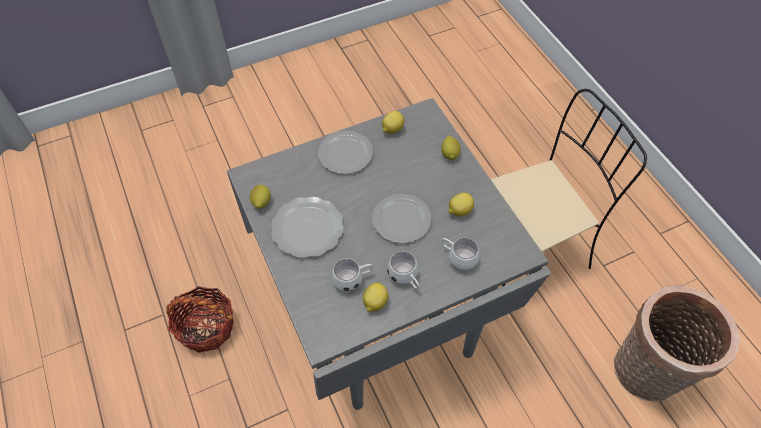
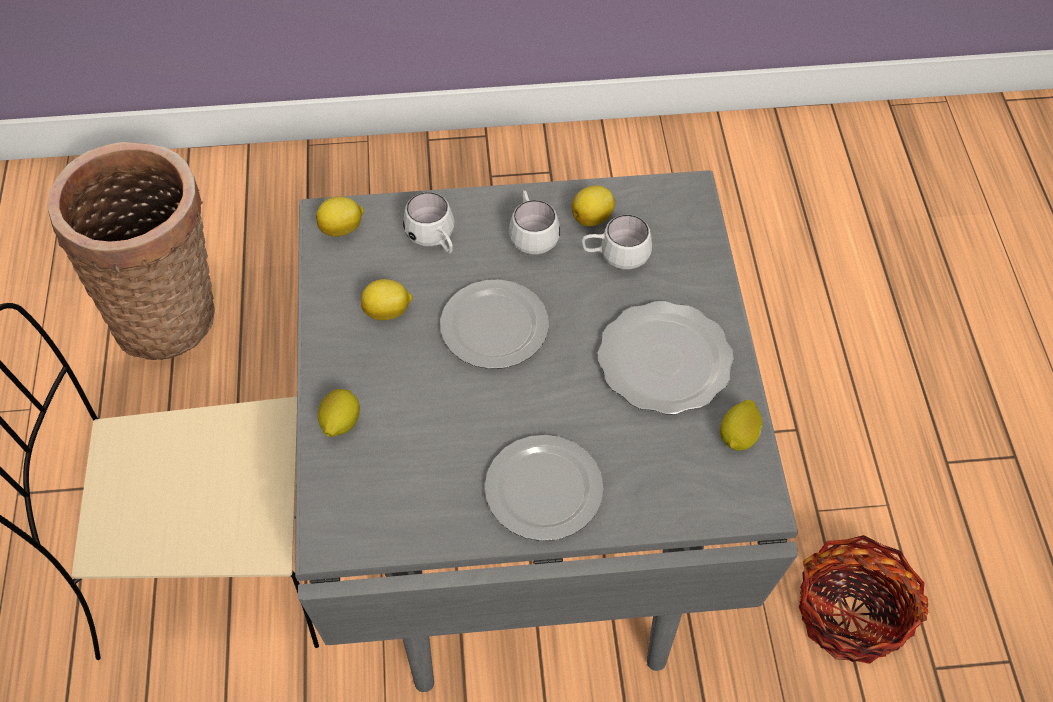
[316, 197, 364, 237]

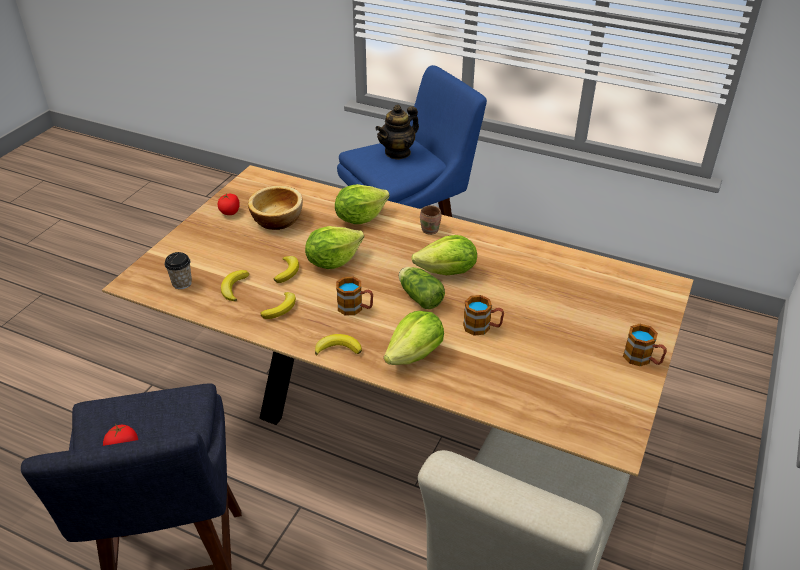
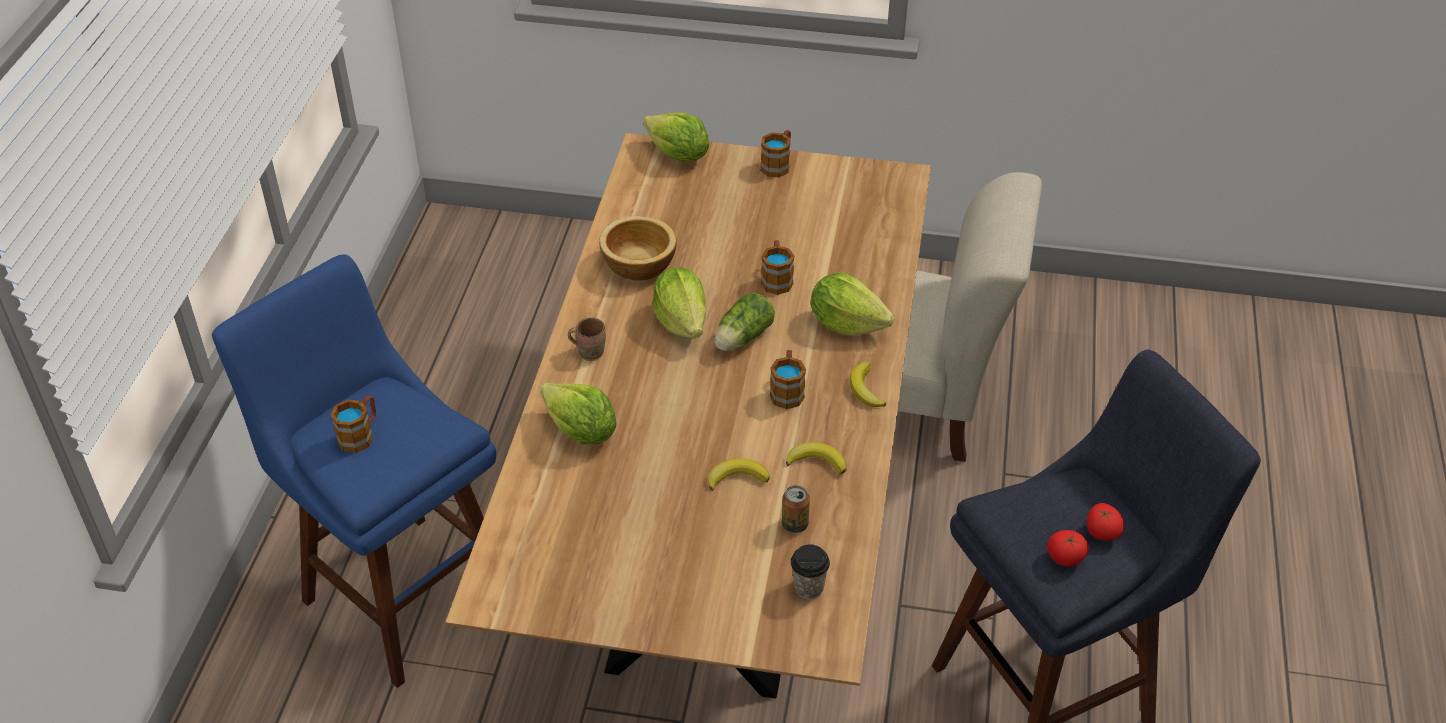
[330, 395, 376, 453]
[599, 216, 677, 281]
[1047, 530, 1089, 566]
[643, 113, 709, 162]
[782, 485, 810, 533]

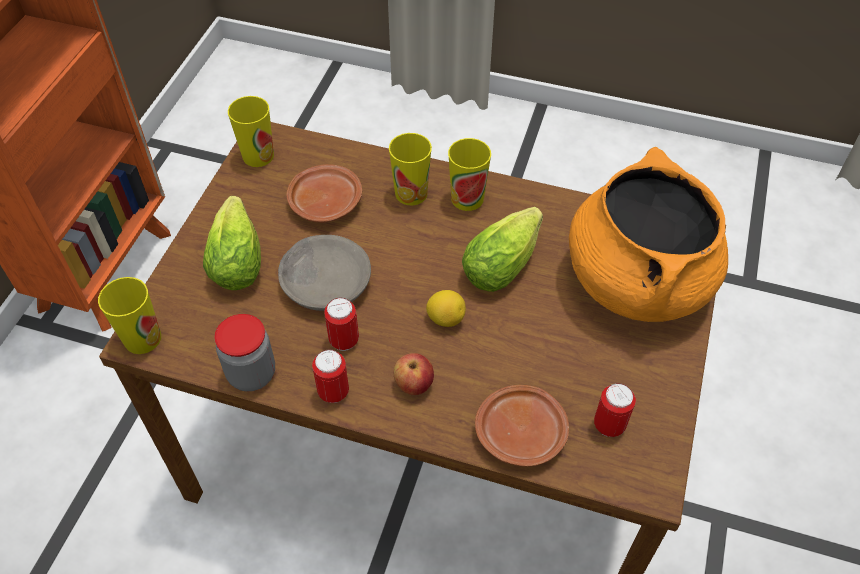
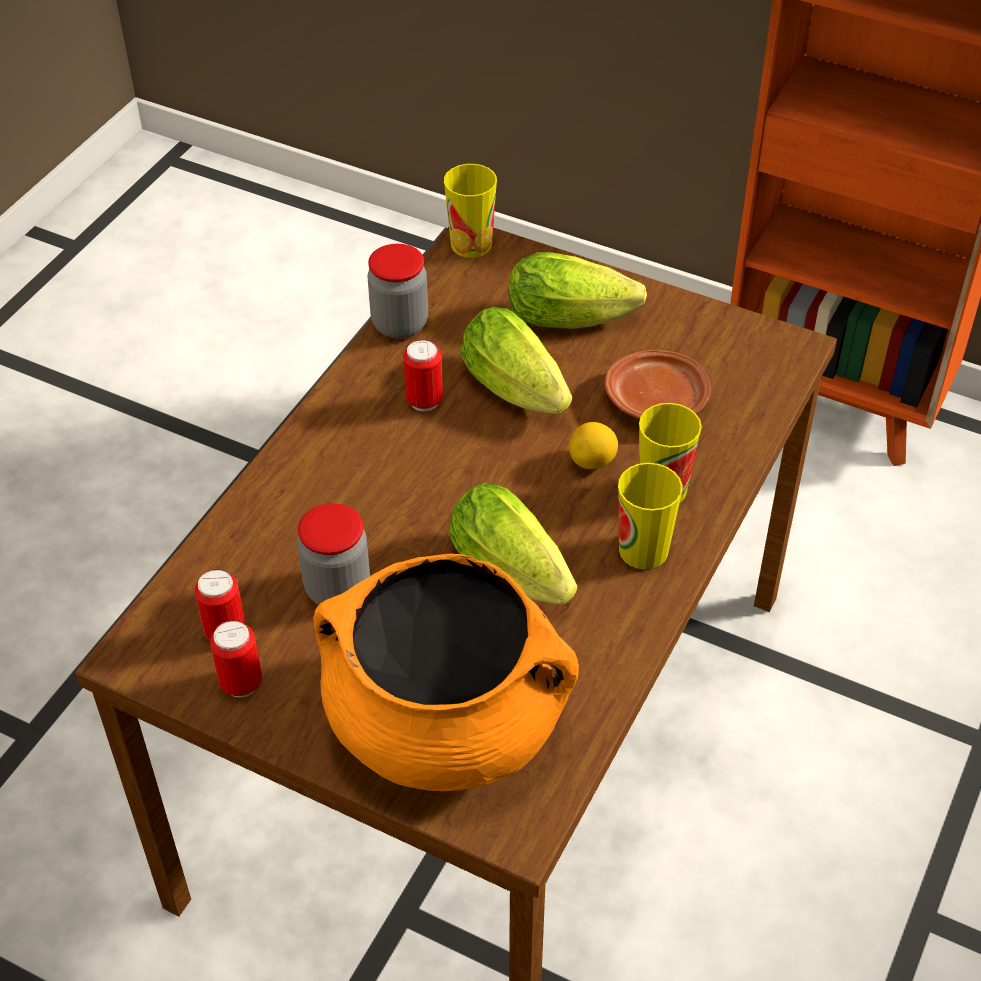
[228, 96, 274, 167] (first image)
[460, 307, 572, 414]
[569, 422, 618, 469]
[210, 620, 262, 698]
[394, 353, 434, 395] (first image)
[475, 385, 569, 467] (first image)
[297, 503, 370, 605]

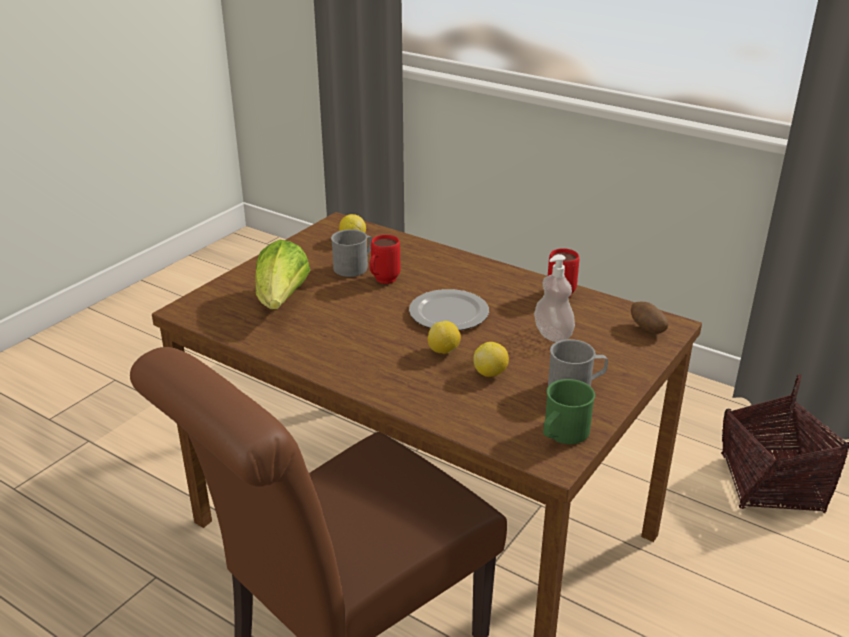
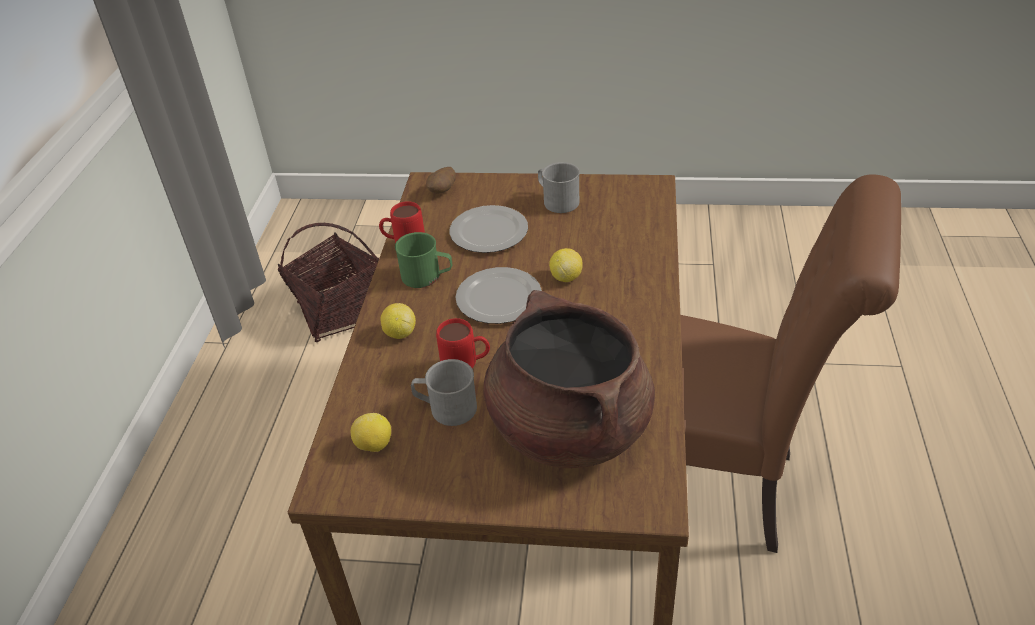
[484, 290, 655, 468]
[450, 205, 528, 253]
[380, 303, 416, 339]
[395, 232, 452, 288]

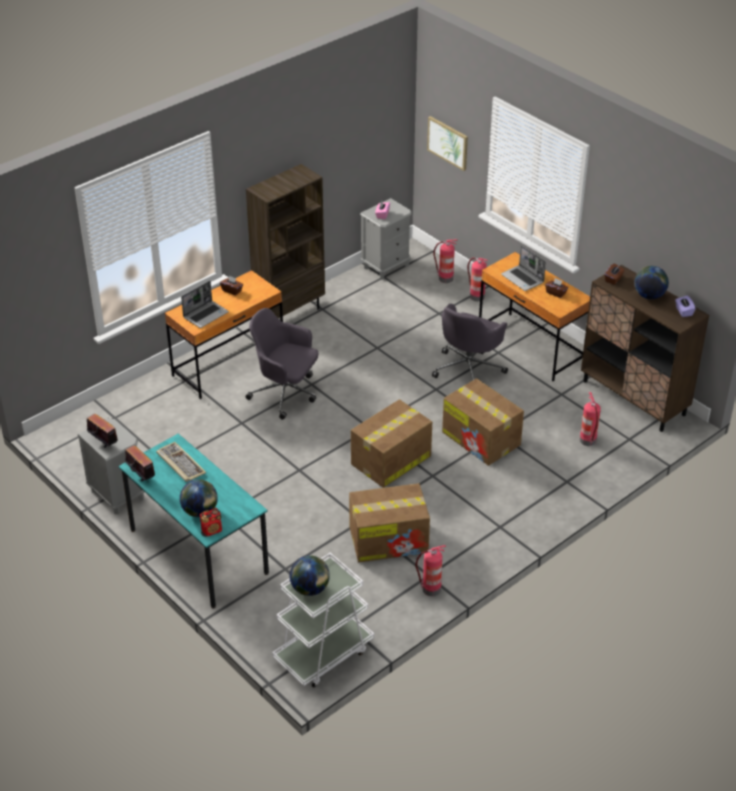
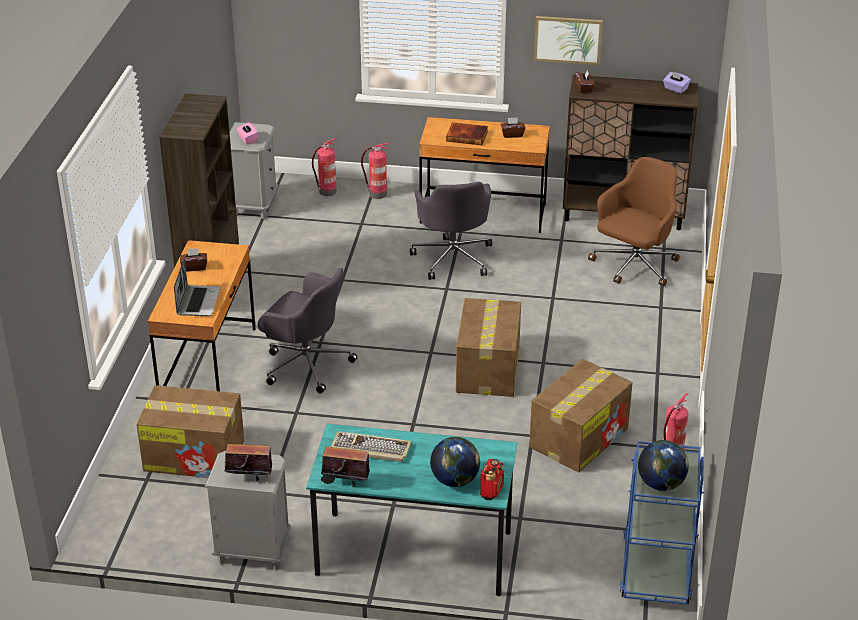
[534, 16, 603, 65]
[446, 122, 488, 145]
[634, 266, 669, 299] (first image)
[258, 268, 358, 394]
[136, 385, 244, 478]
[588, 157, 680, 286]
[620, 441, 704, 605]

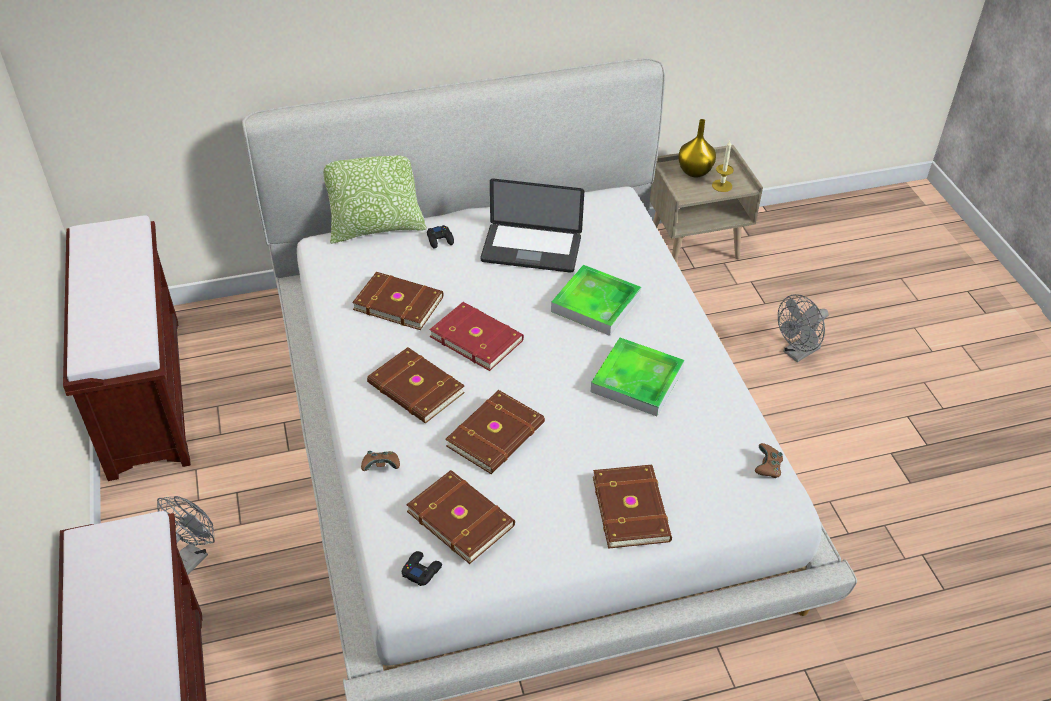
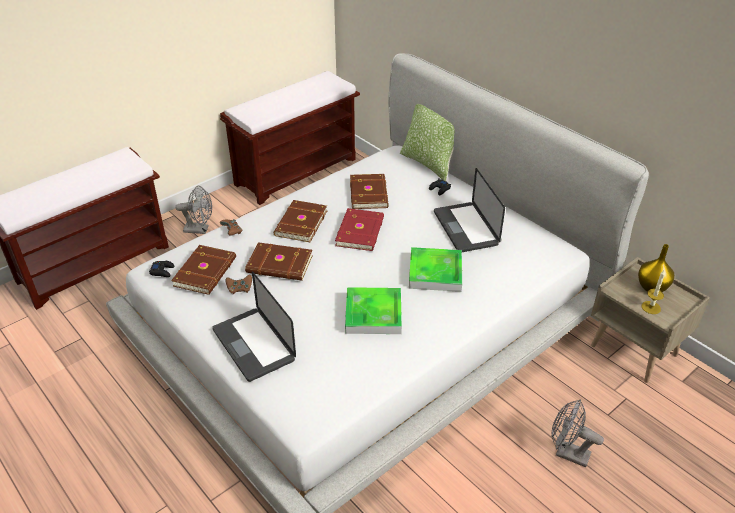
[225, 275, 252, 294]
[212, 272, 296, 382]

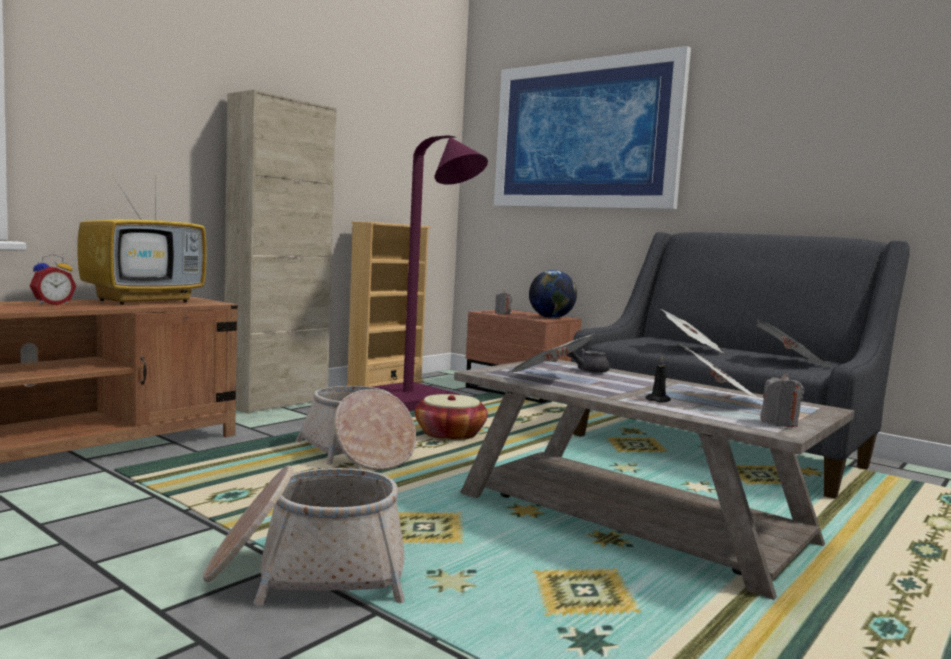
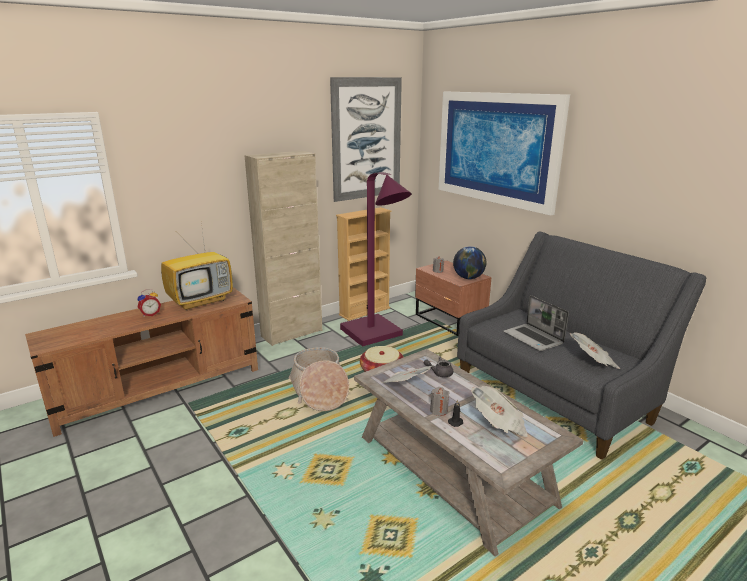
[503, 295, 569, 351]
[430, 387, 450, 416]
[203, 465, 405, 606] (first image)
[330, 77, 402, 202]

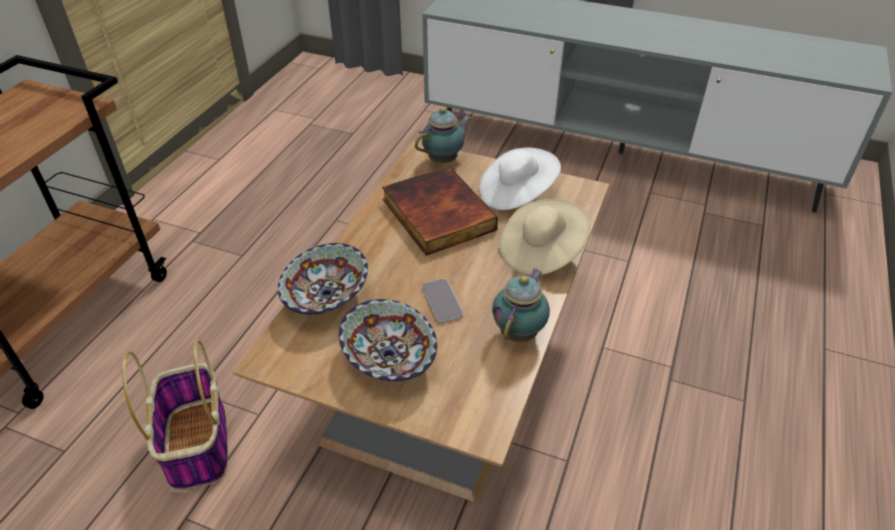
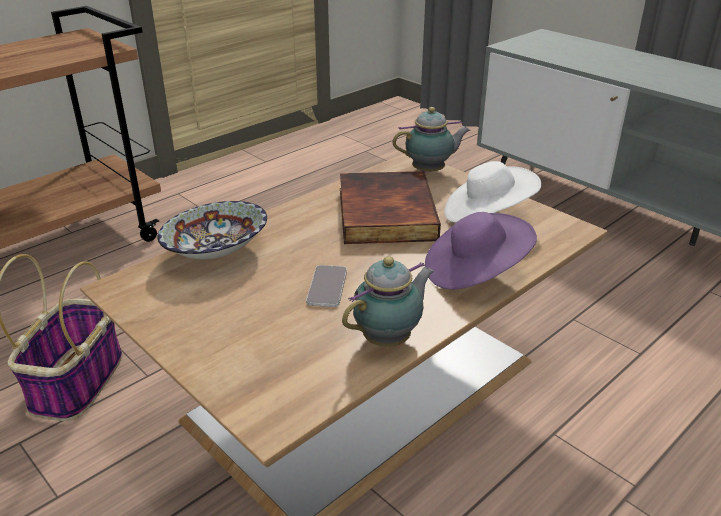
[425, 212, 537, 290]
[339, 299, 437, 381] (first image)

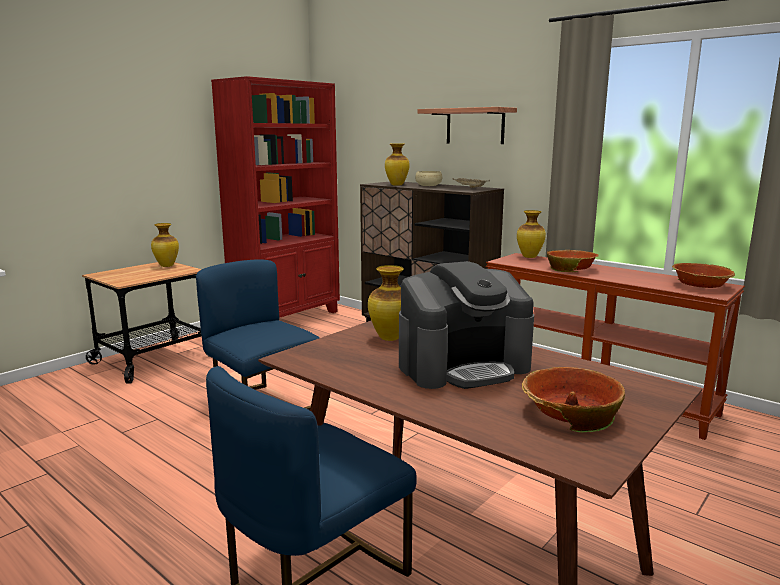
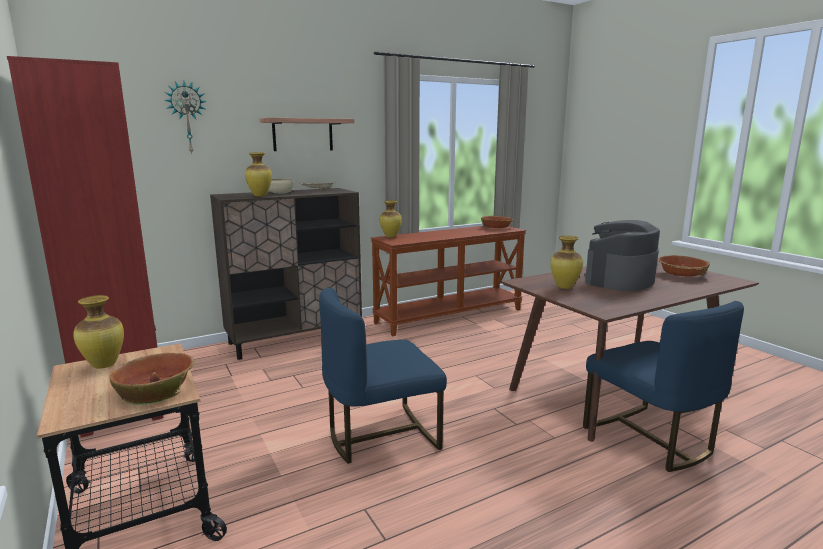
[109, 353, 195, 405]
[584, 220, 660, 291]
[164, 81, 207, 154]

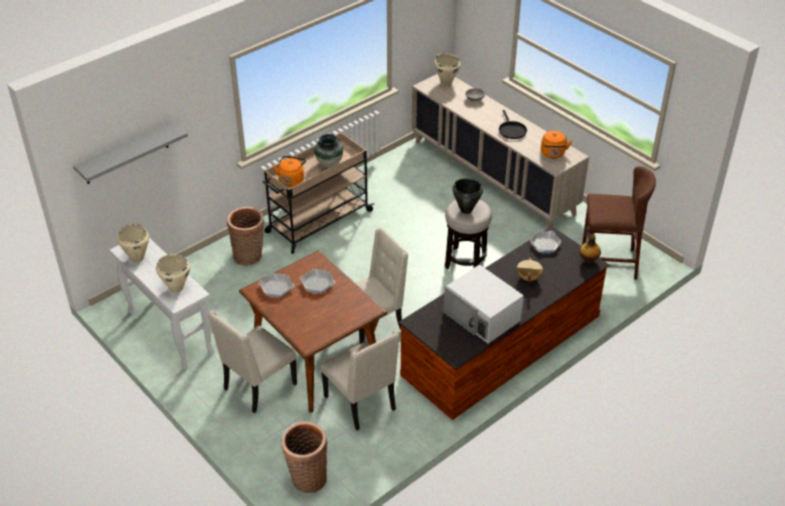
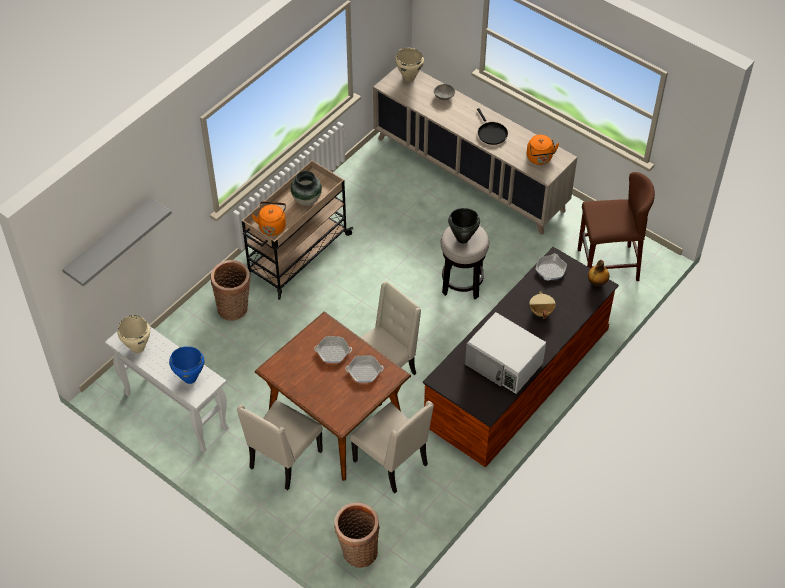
[169, 346, 204, 384]
[345, 356, 384, 383]

